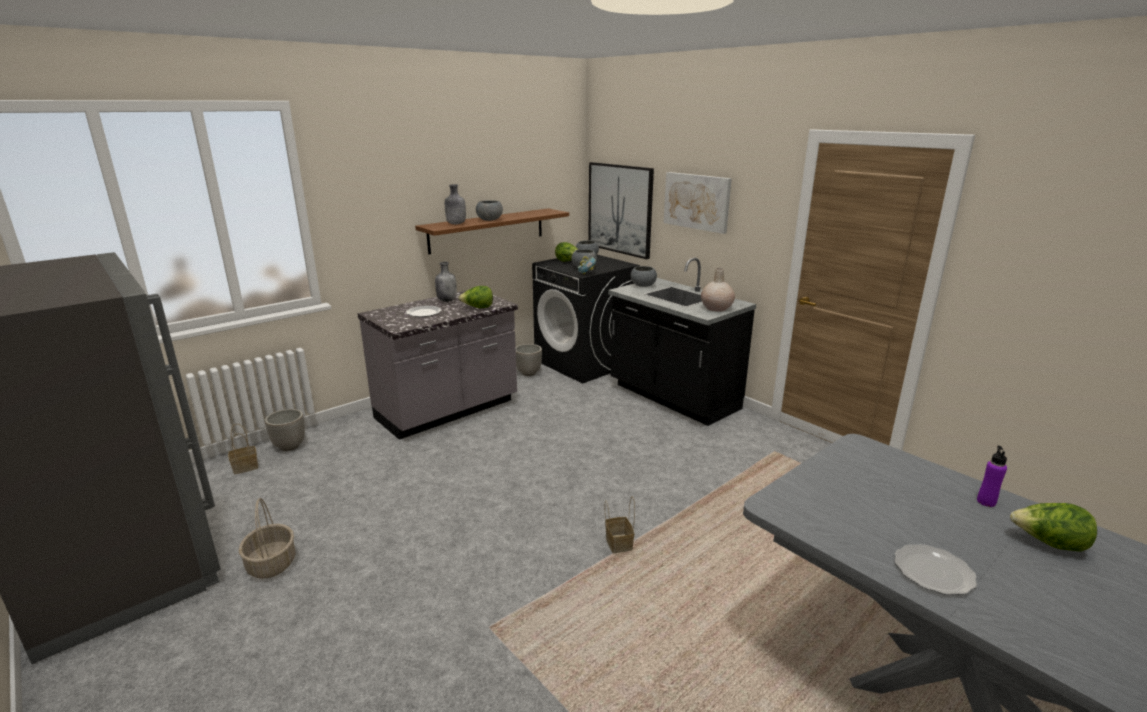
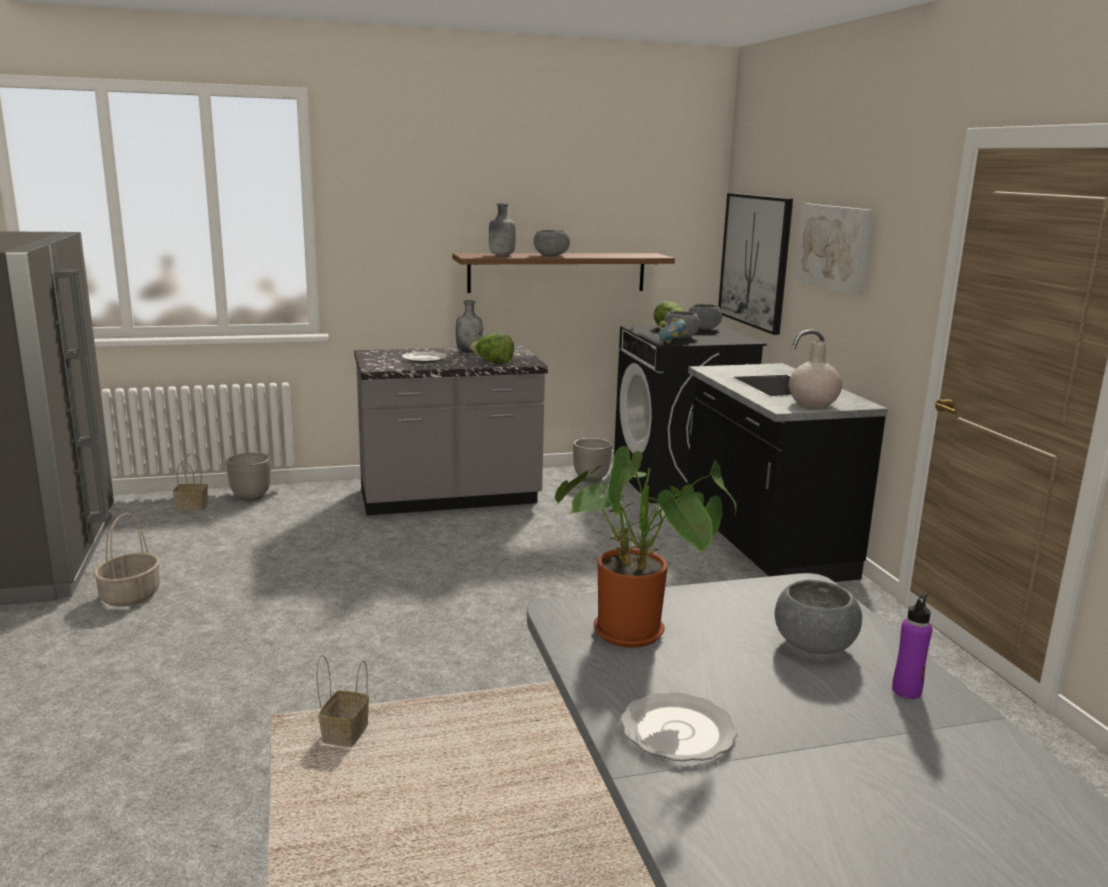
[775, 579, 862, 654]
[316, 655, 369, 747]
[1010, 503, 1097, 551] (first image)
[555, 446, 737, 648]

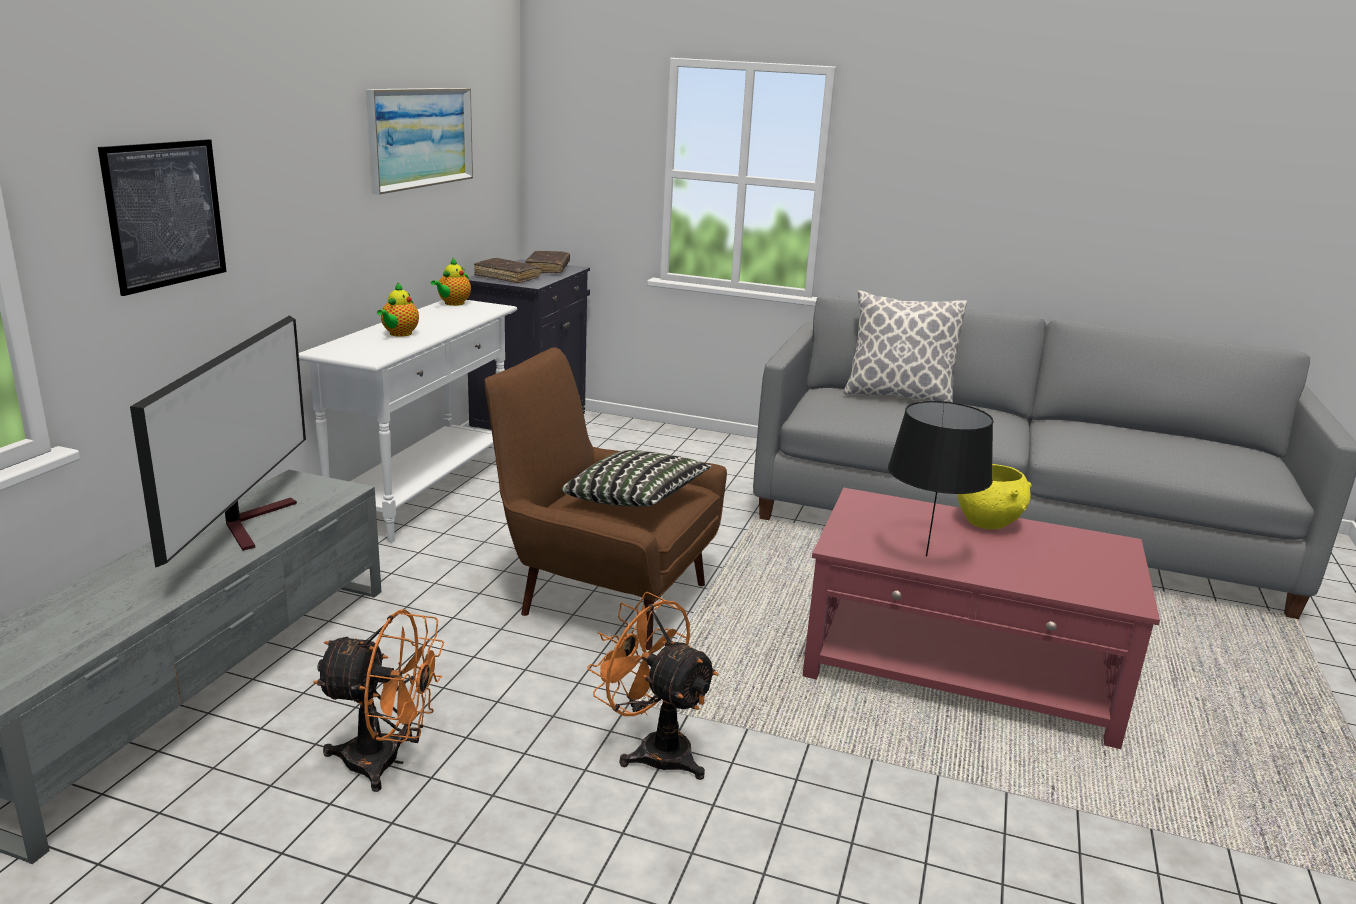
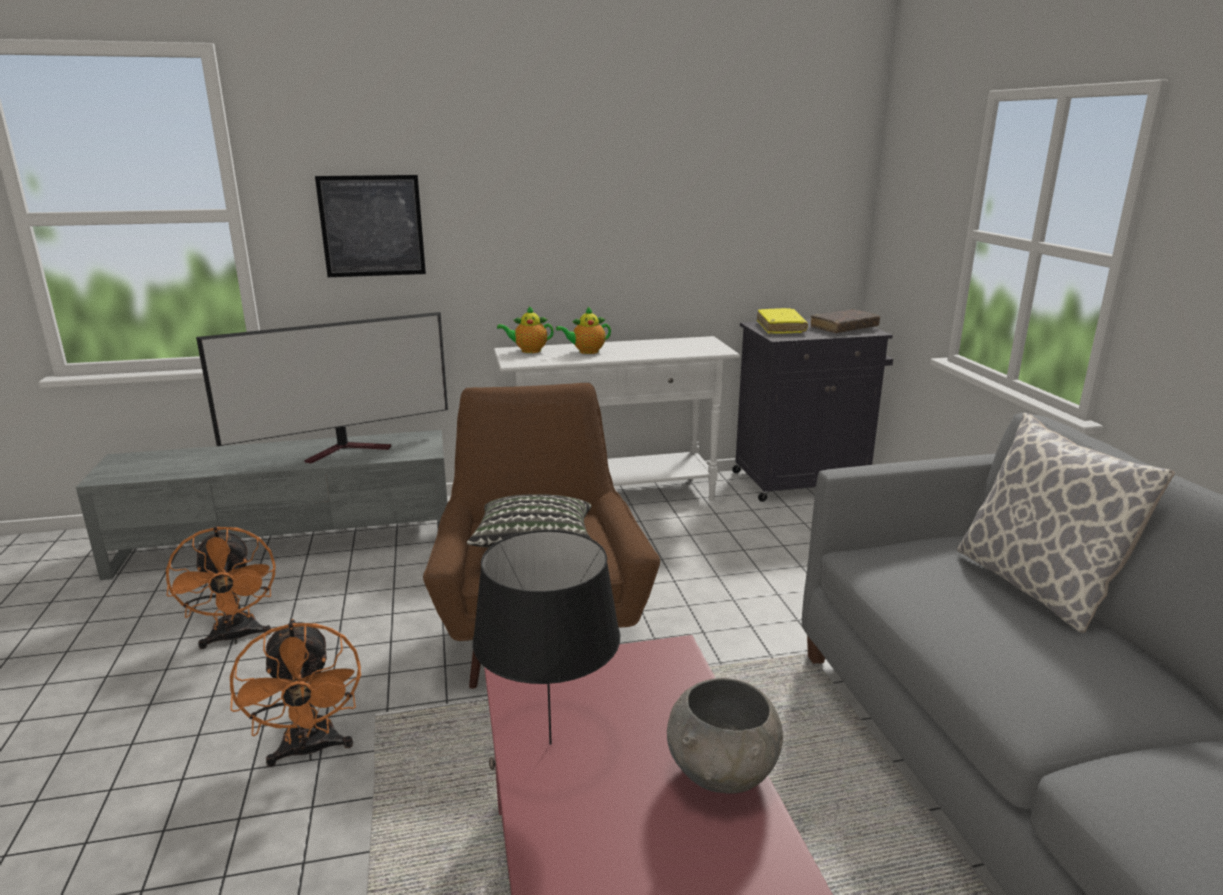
[366, 88, 473, 195] (first image)
[497, 305, 554, 353]
[757, 308, 808, 334]
[667, 678, 783, 794]
[230, 619, 361, 767]

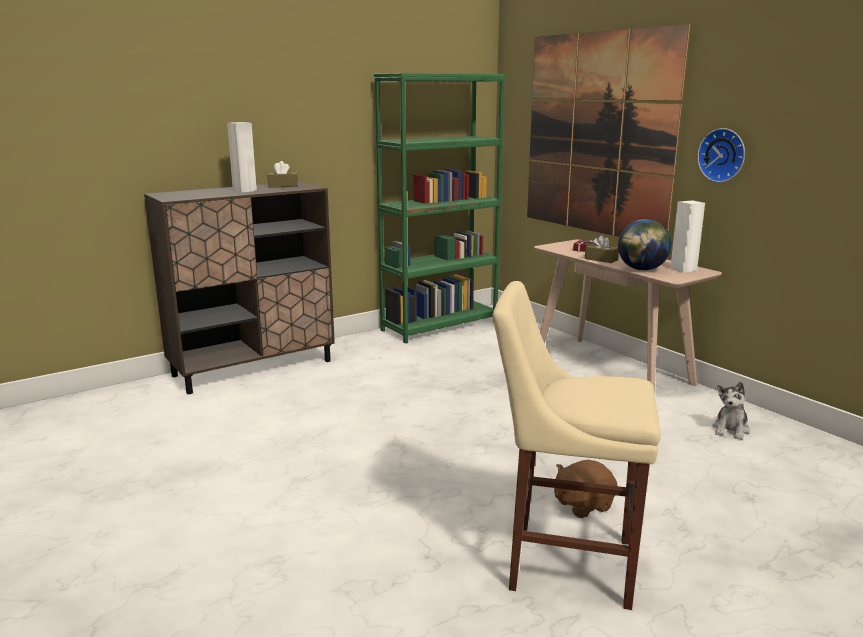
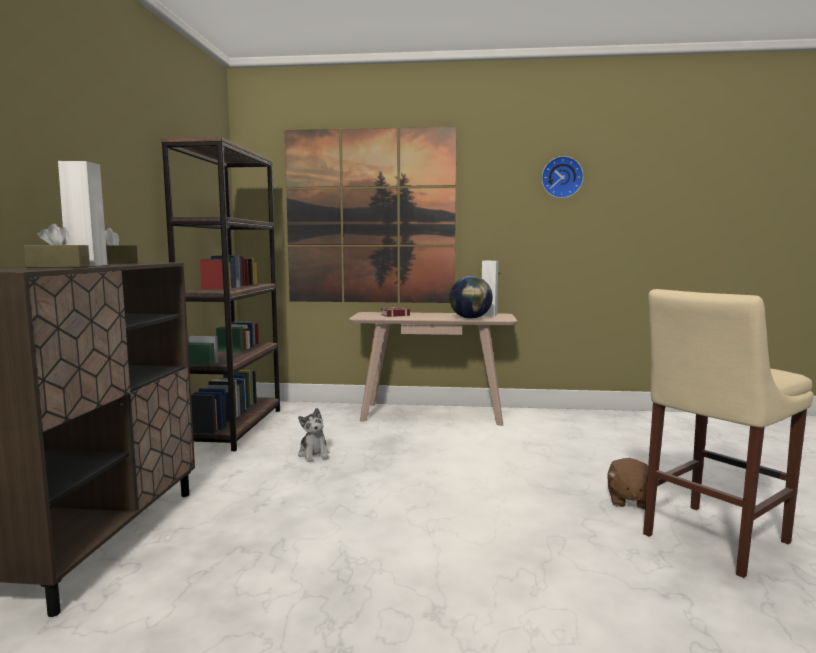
[161, 137, 280, 451]
[541, 156, 584, 198]
[24, 224, 90, 268]
[298, 408, 329, 462]

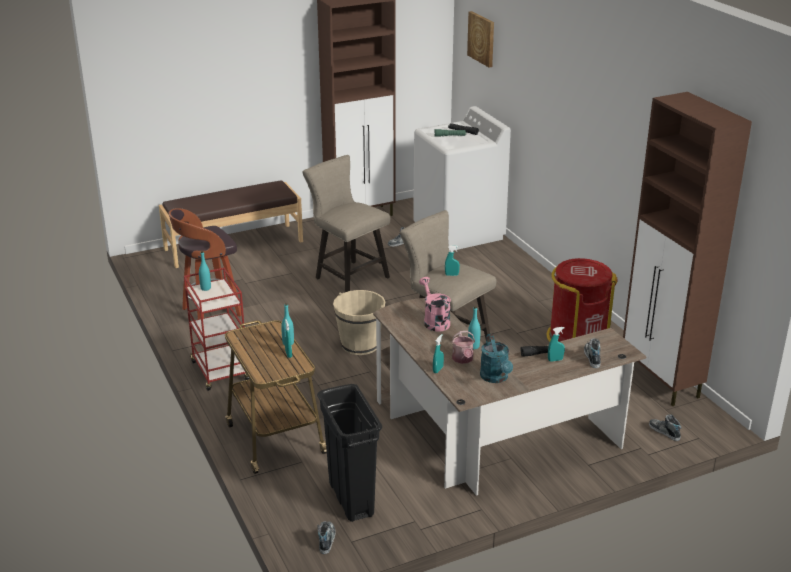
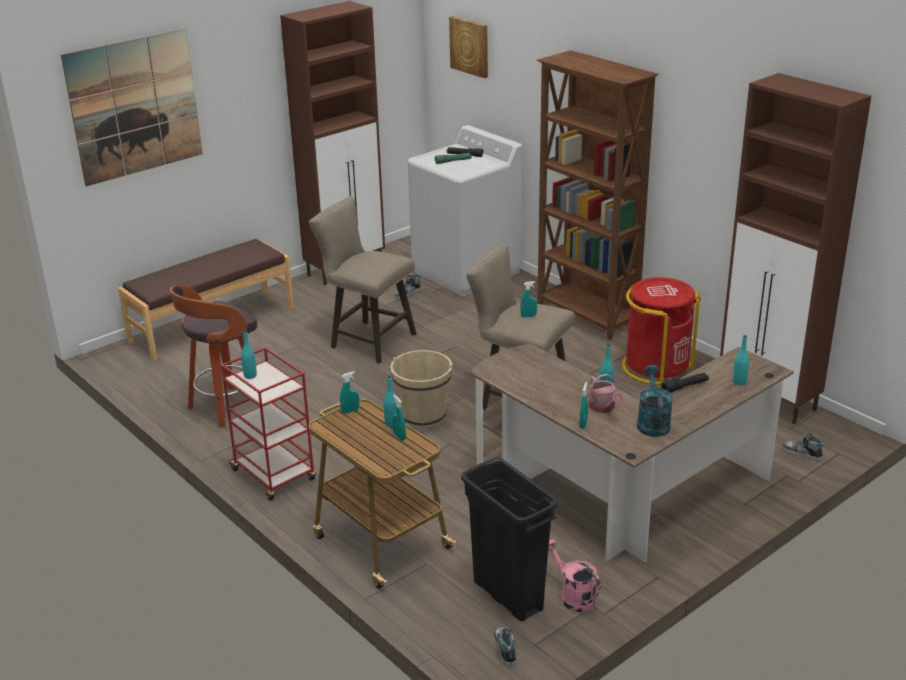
[548, 540, 601, 612]
[340, 371, 359, 414]
[637, 365, 673, 437]
[733, 335, 749, 385]
[61, 29, 203, 186]
[537, 50, 659, 340]

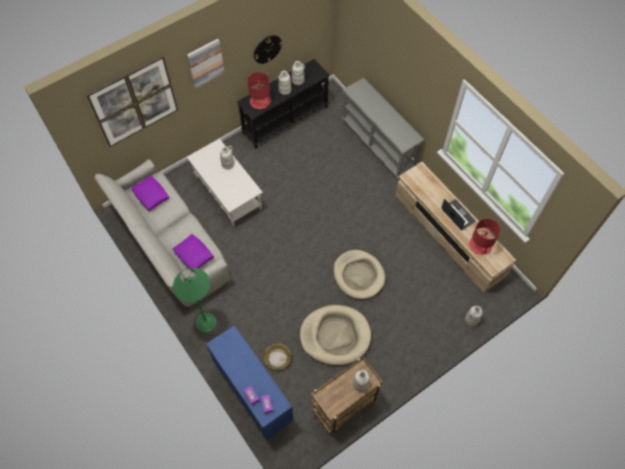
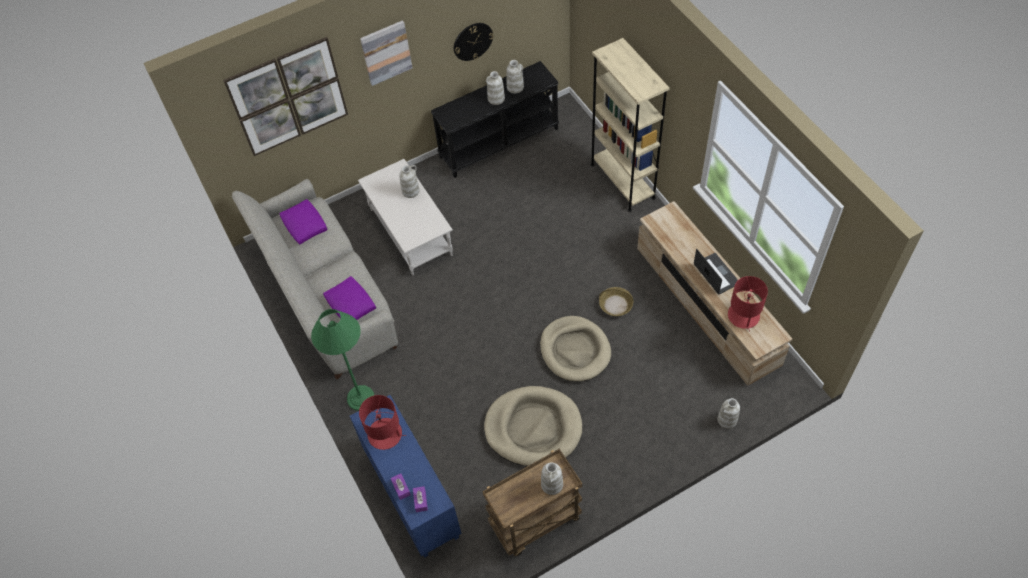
[359, 395, 406, 450]
[591, 38, 670, 212]
[599, 287, 634, 316]

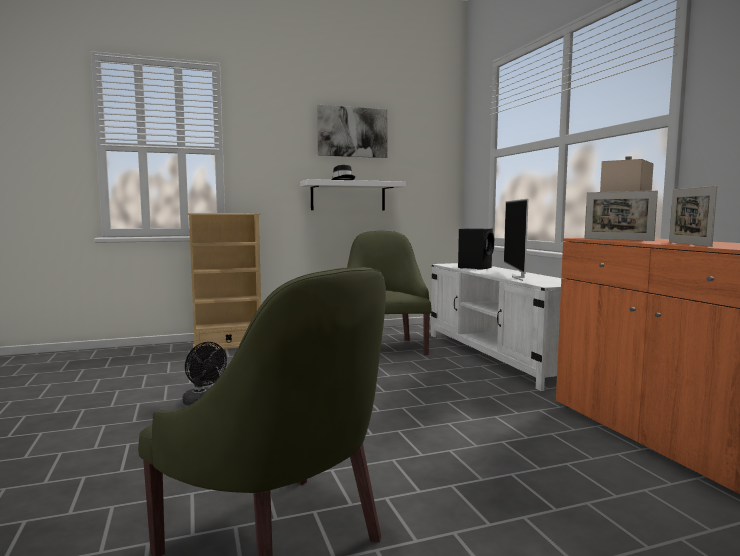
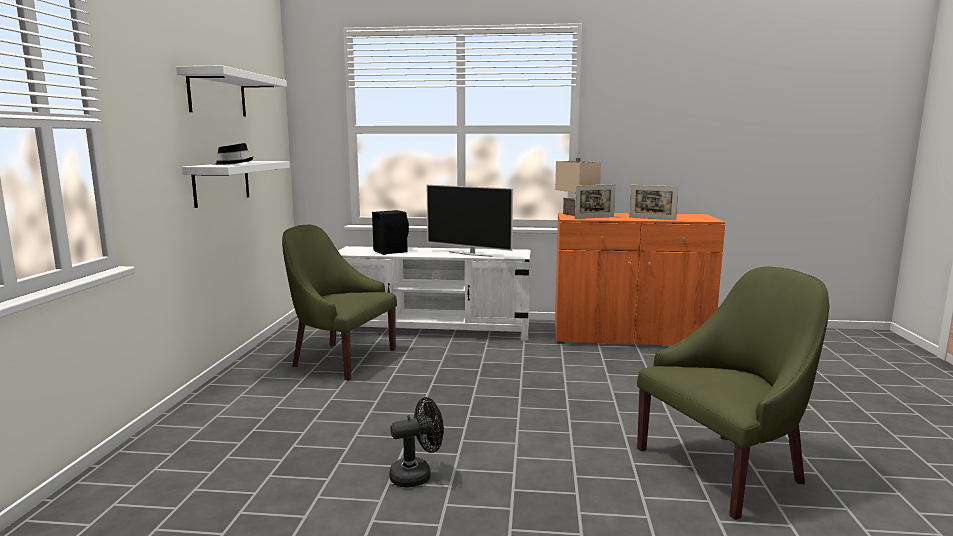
[176, 66, 287, 116]
[188, 213, 261, 351] (first image)

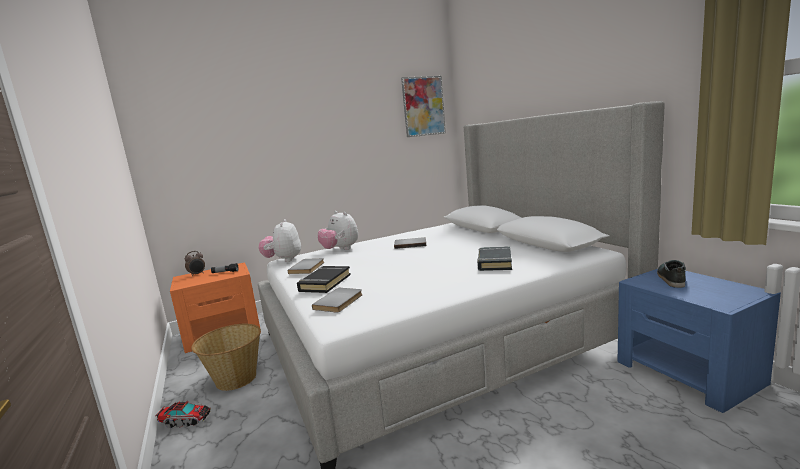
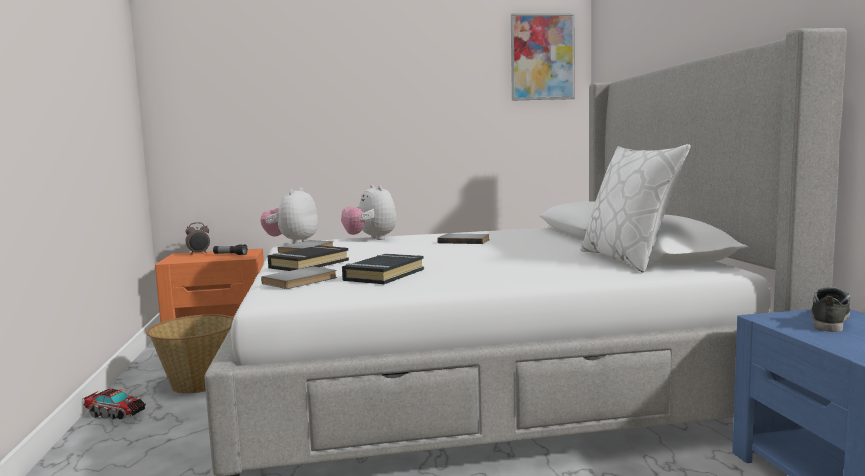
[342, 254, 424, 284]
[580, 144, 690, 273]

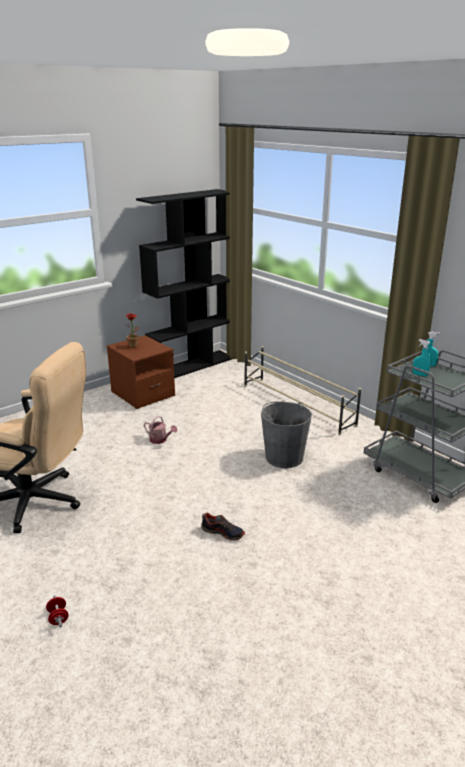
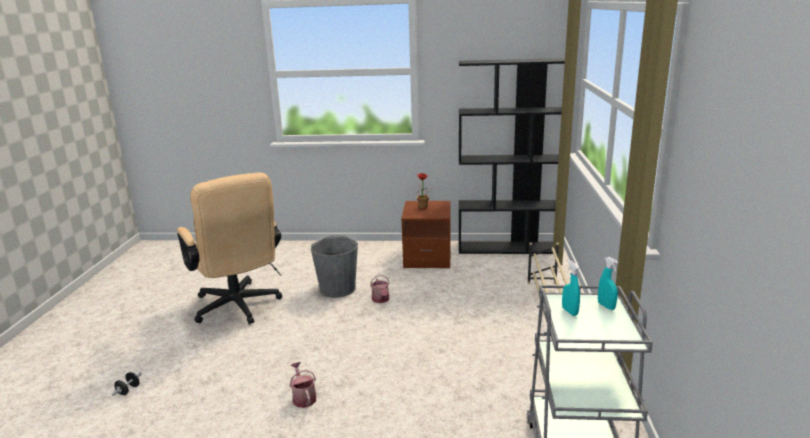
[311, 235, 358, 298]
[289, 362, 316, 408]
[112, 372, 142, 396]

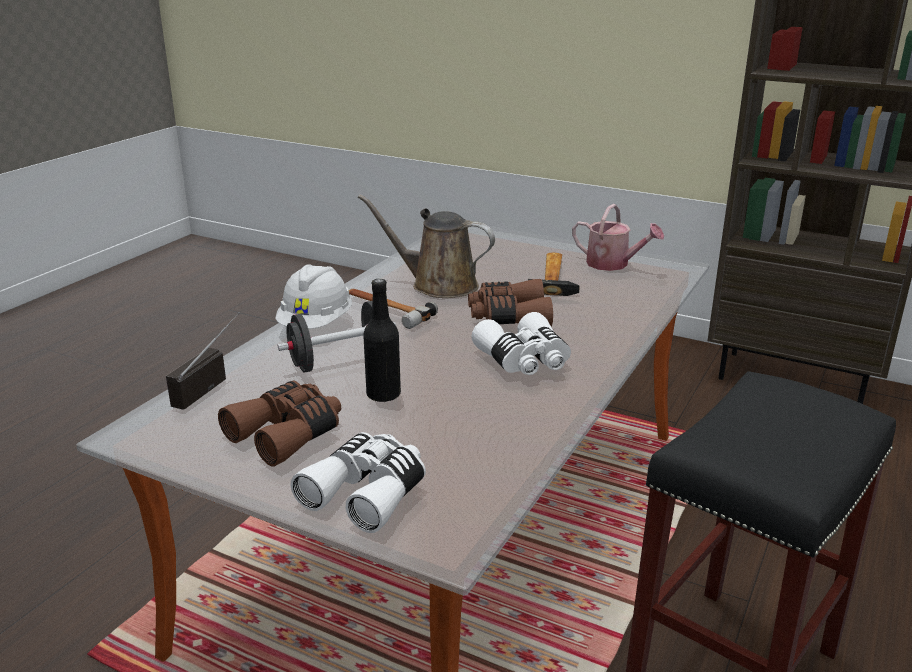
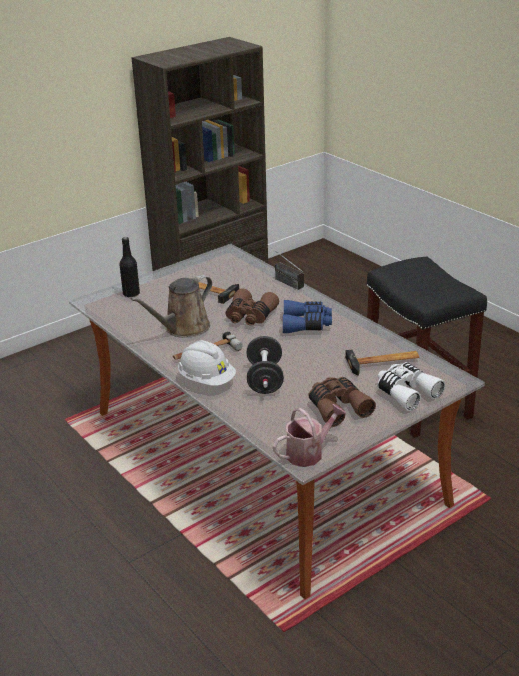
[273, 404, 347, 467]
[119, 237, 140, 297]
[268, 245, 304, 290]
[283, 300, 332, 333]
[345, 349, 419, 376]

